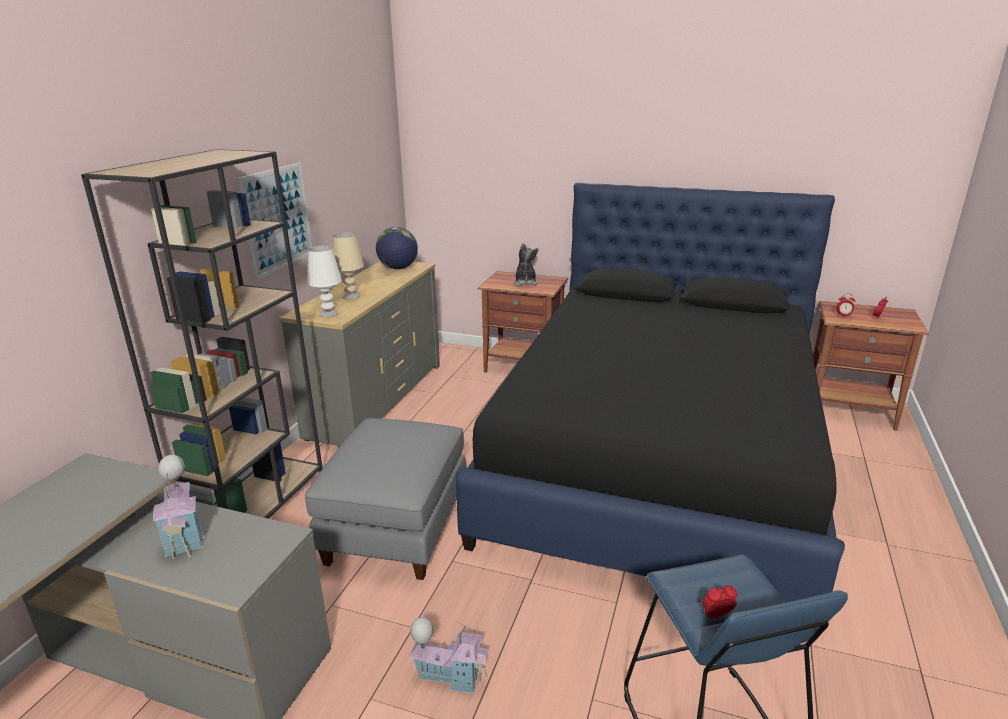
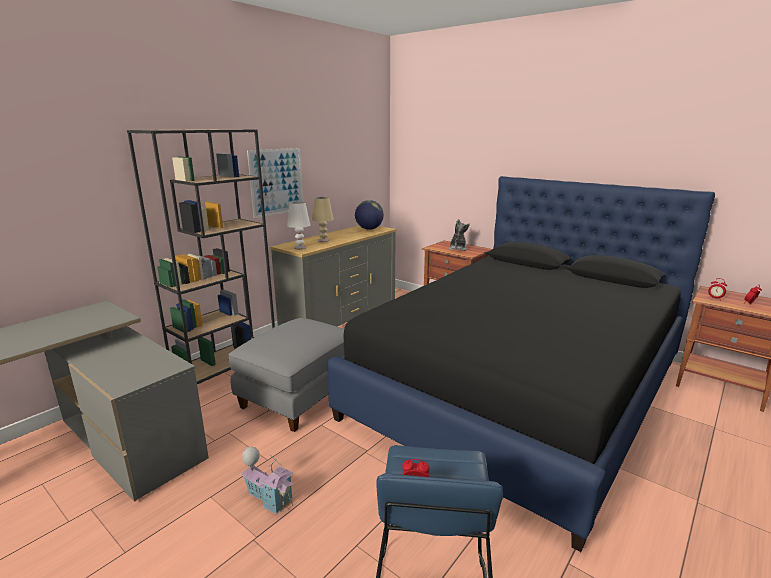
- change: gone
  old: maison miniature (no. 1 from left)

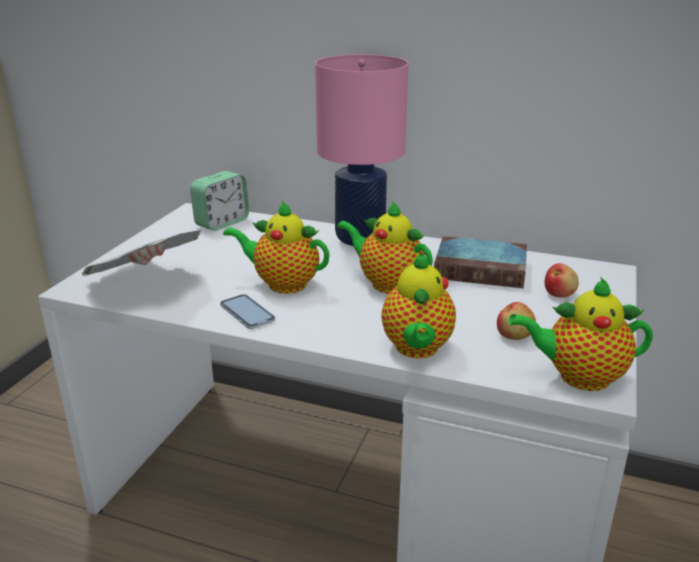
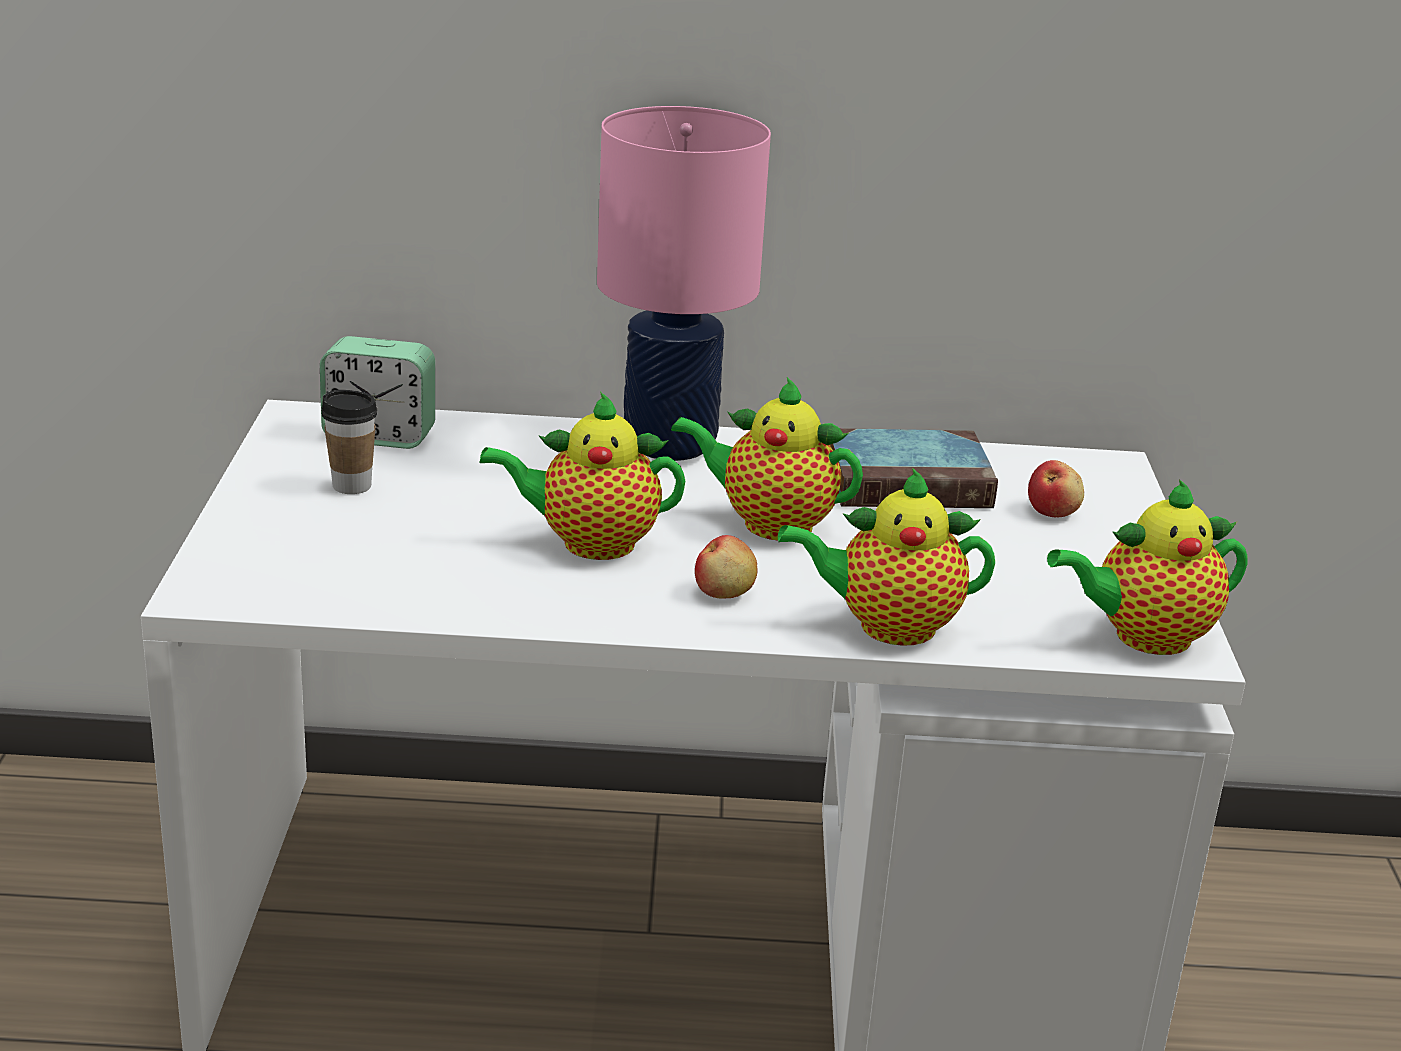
- change: gone
  old: journal
- change: rotated
  old: réveil
  degrees: 75
- change: gone
  old: téléphone
- change: rotated
  old: théière (no. 3 from left)
  degrees: 105
- change: shifted
  old: pomme (no. 1 from left)
- change: new
  new: tasse

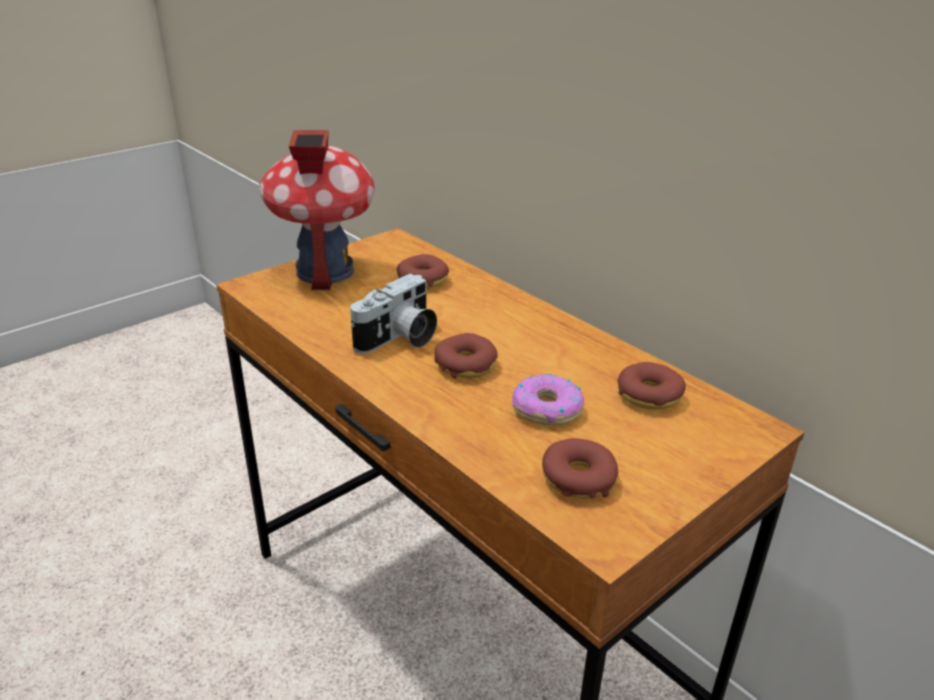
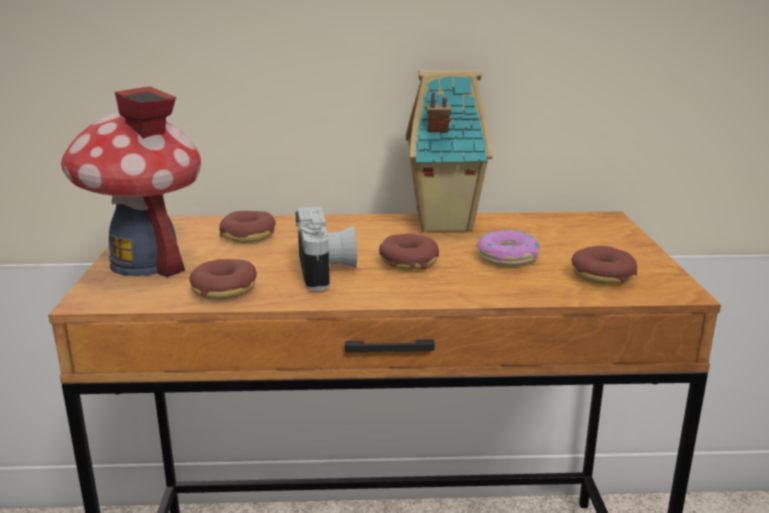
- change: shifted
  old: beignet (no. 5 from left in the first image)
  new: beignet (no. 1 from left)
- change: new
  new: maison miniature (no. 2 from left)

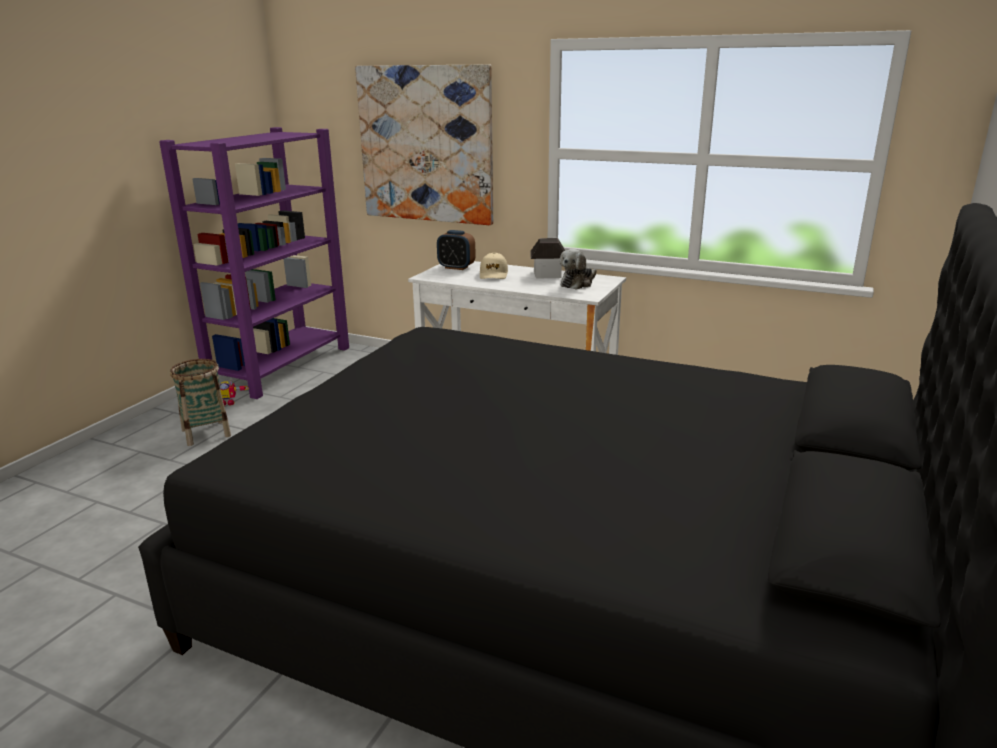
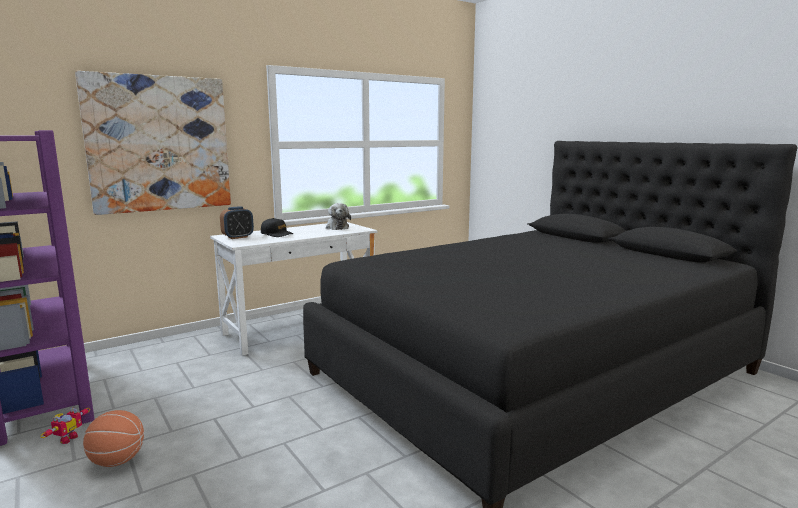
- change: swapped
  old: panier
  new: ballon de basket
- change: repainted
  old: casquette [beige]
  new: casquette [noir]
- change: gone
  old: maison miniature

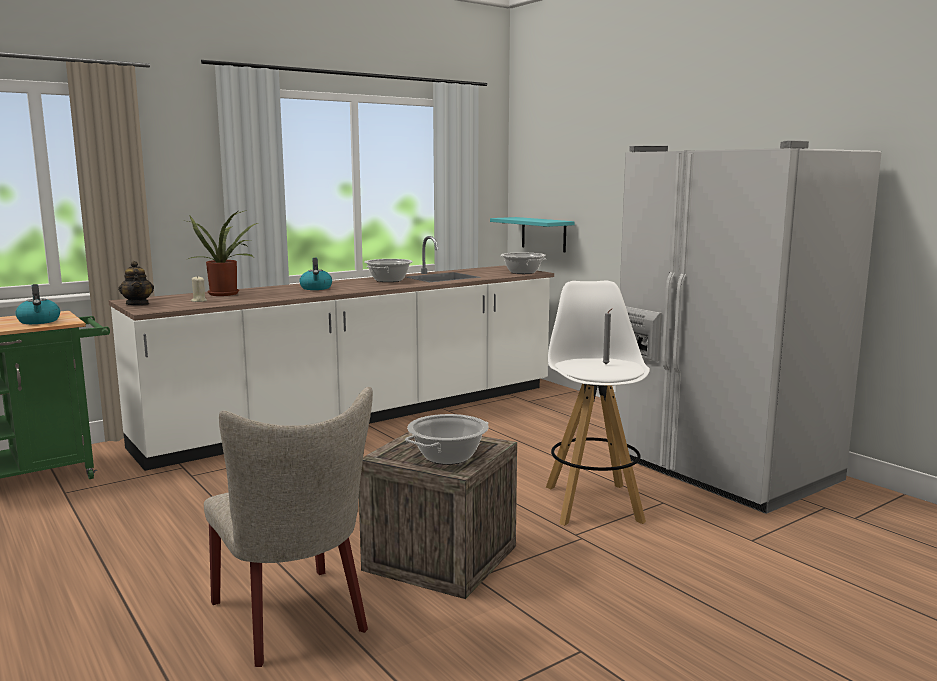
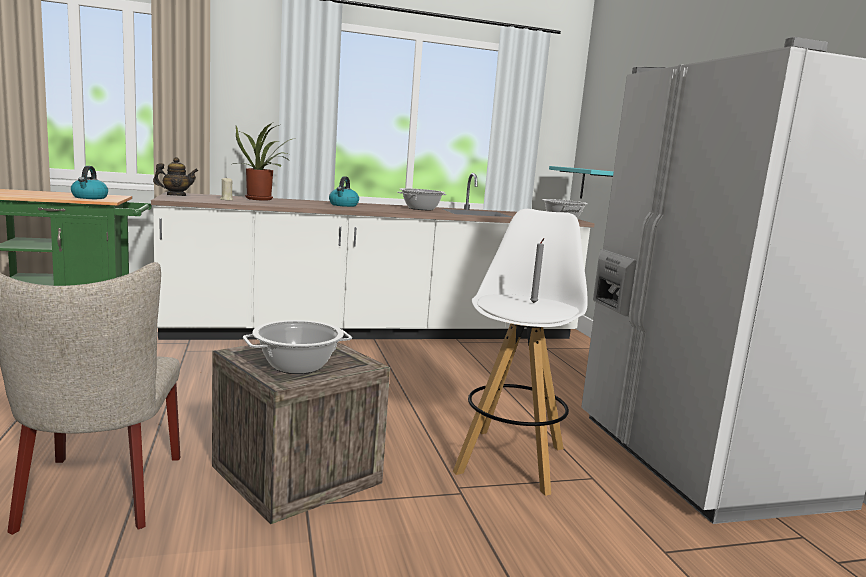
- change: rotated
  old: théière
  degrees: -105

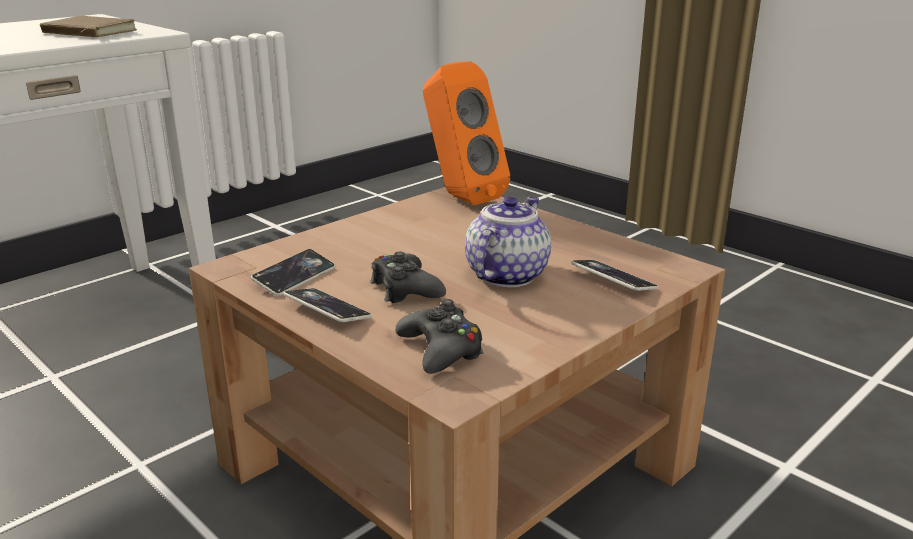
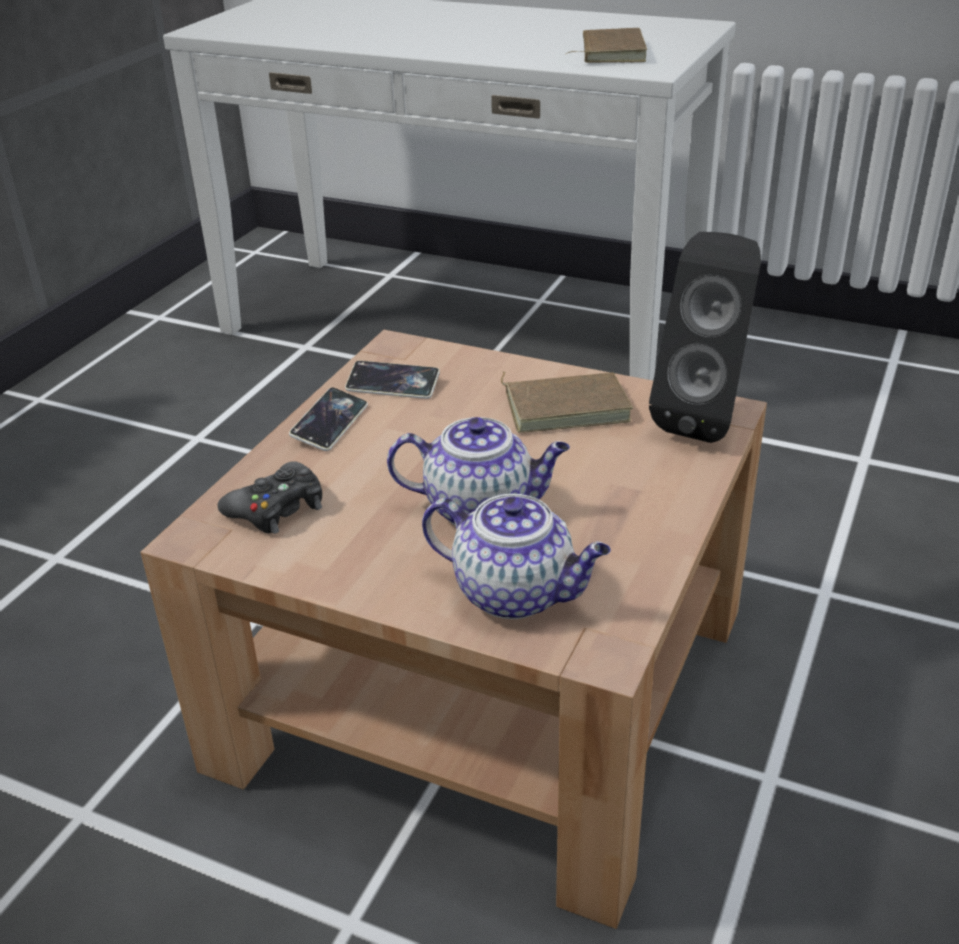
- change: gone
  old: manette [noir] (no. 1 from left)
- change: repainted
  old: enceinte [orange]
  new: enceinte [noir]
- change: swapped
  old: téléphone (no. 3 from left)
  new: théière (no. 2 from left)
- change: new
  new: livre [marron] (no. 1 from left)

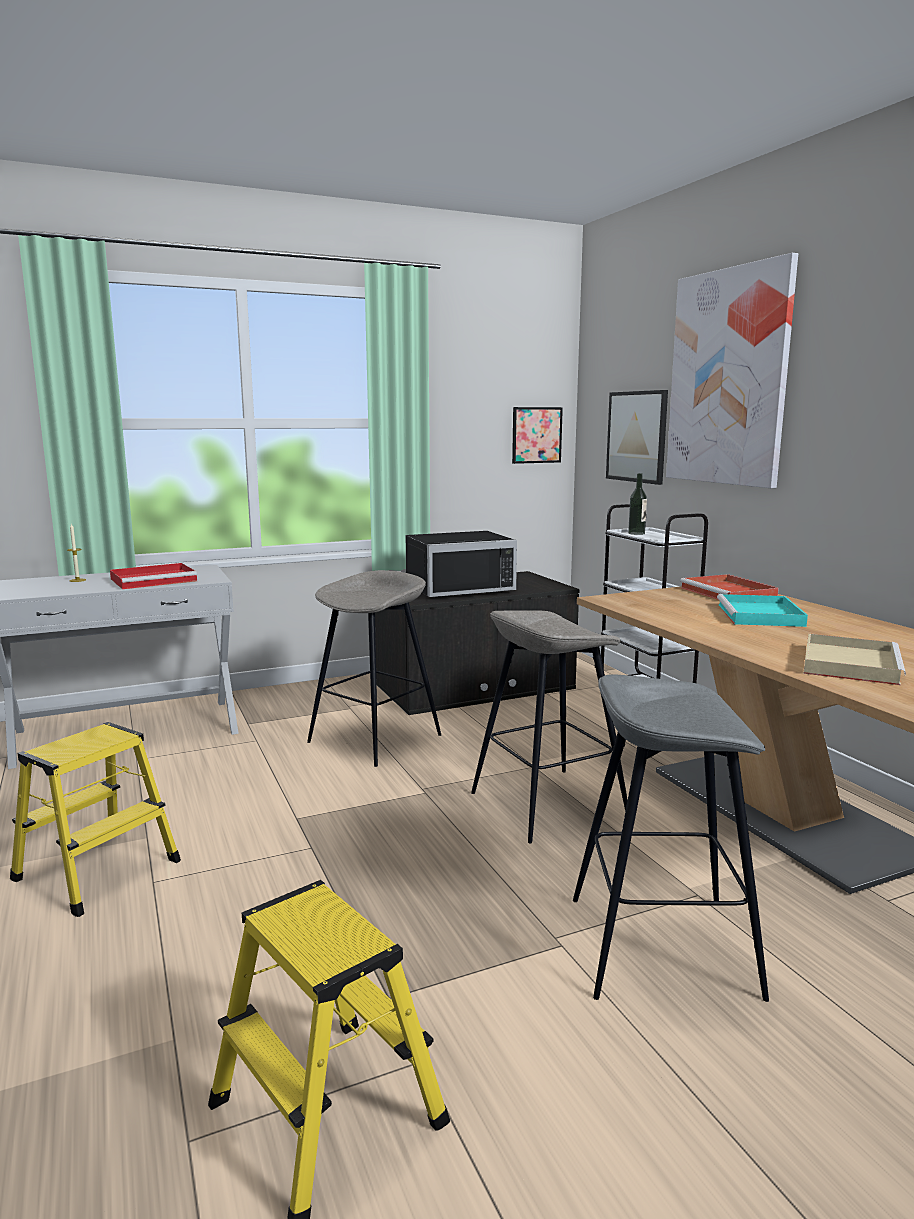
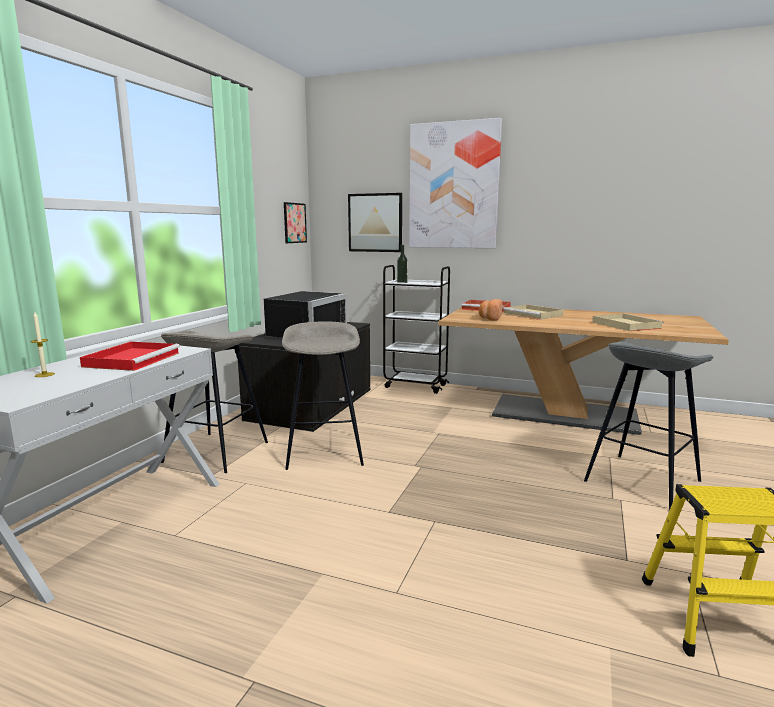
- change: gone
  old: escabeau [jaune] (no. 1 from left)
- change: shifted
  old: tabouret [gris] (no. 2 from left in the first image)
  new: tabouret [gris] (no. 1 from left)
- change: repainted
  old: plateau [turquoise]
  new: plateau [beige] (no. 1 from left)
- change: new
  new: pain

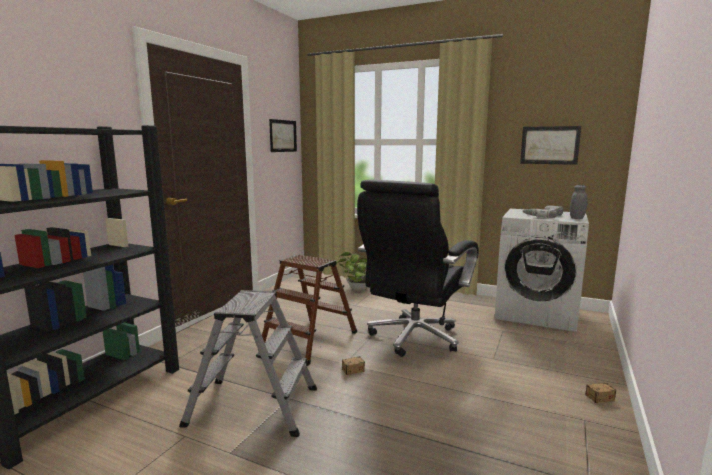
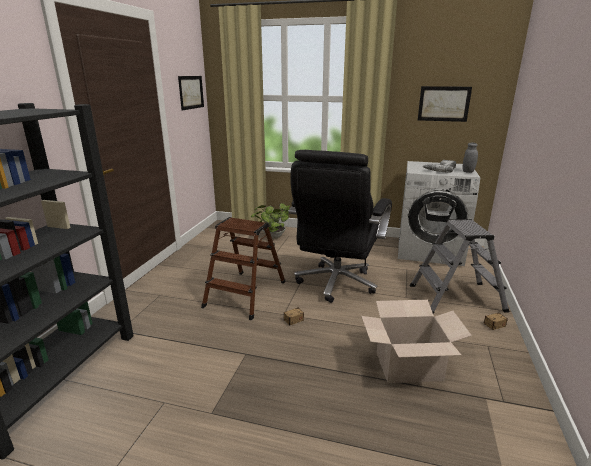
- change: shifted
  old: escabeau [gris]
- change: new
  new: carton

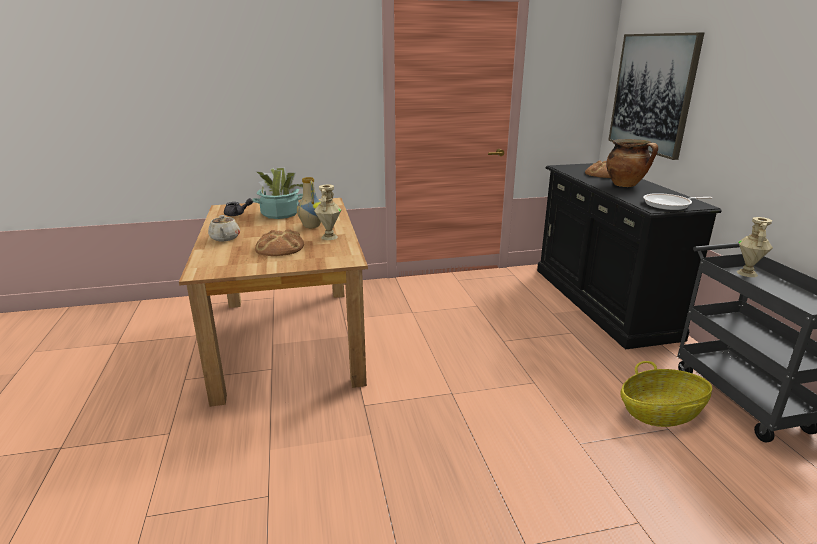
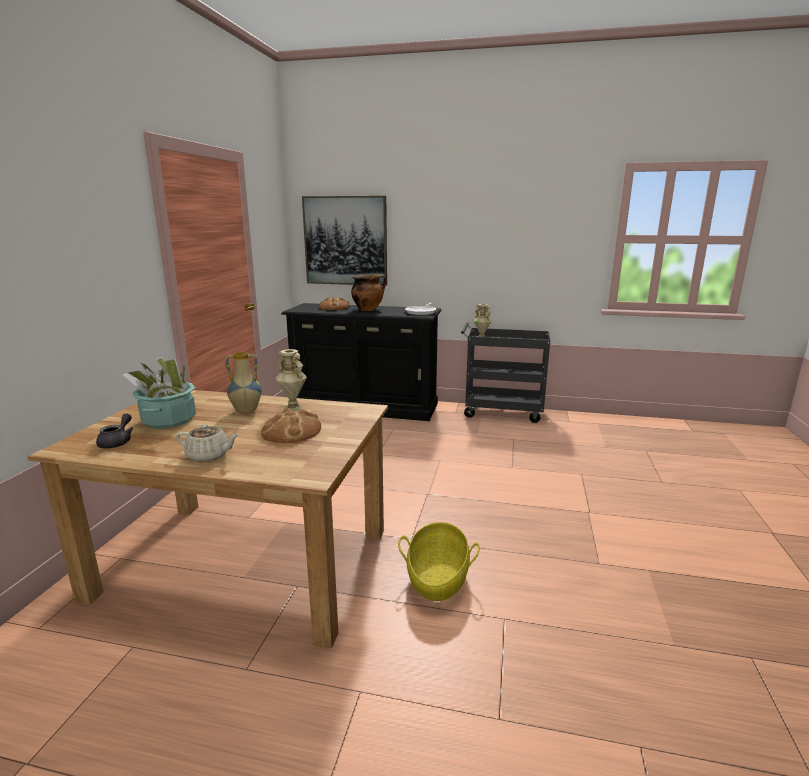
- change: shifted
  old: panier

